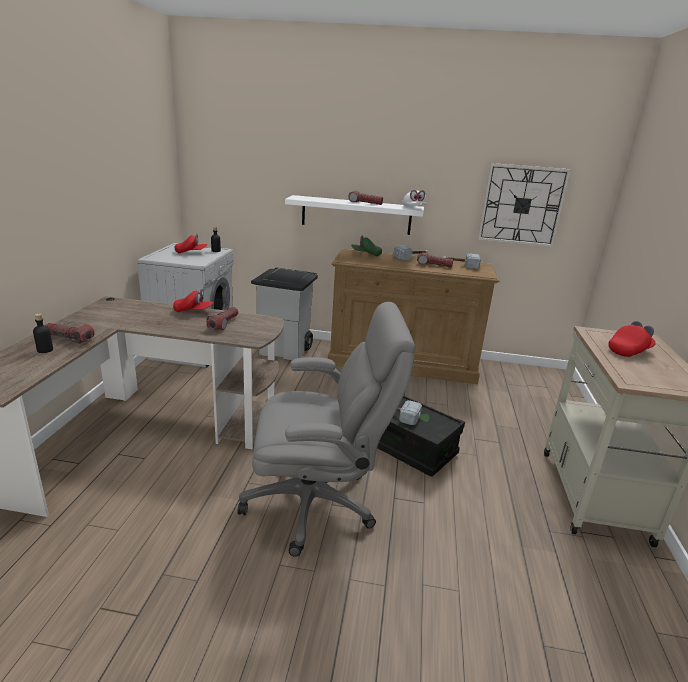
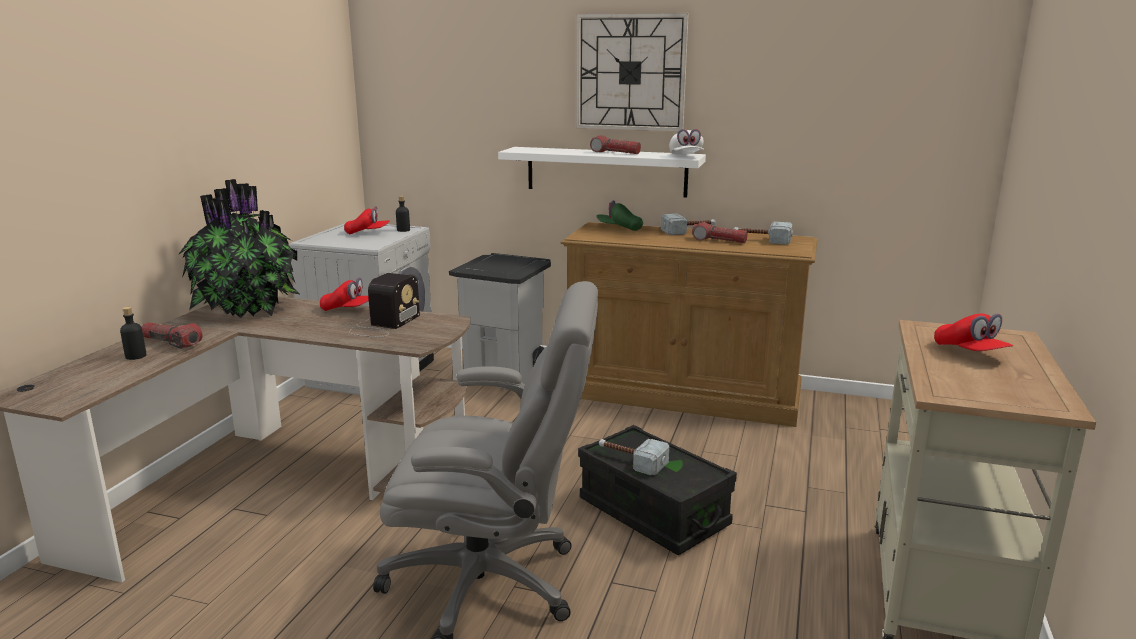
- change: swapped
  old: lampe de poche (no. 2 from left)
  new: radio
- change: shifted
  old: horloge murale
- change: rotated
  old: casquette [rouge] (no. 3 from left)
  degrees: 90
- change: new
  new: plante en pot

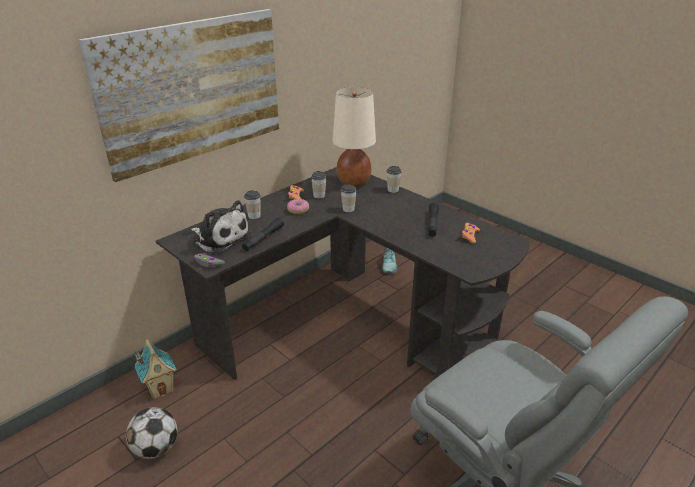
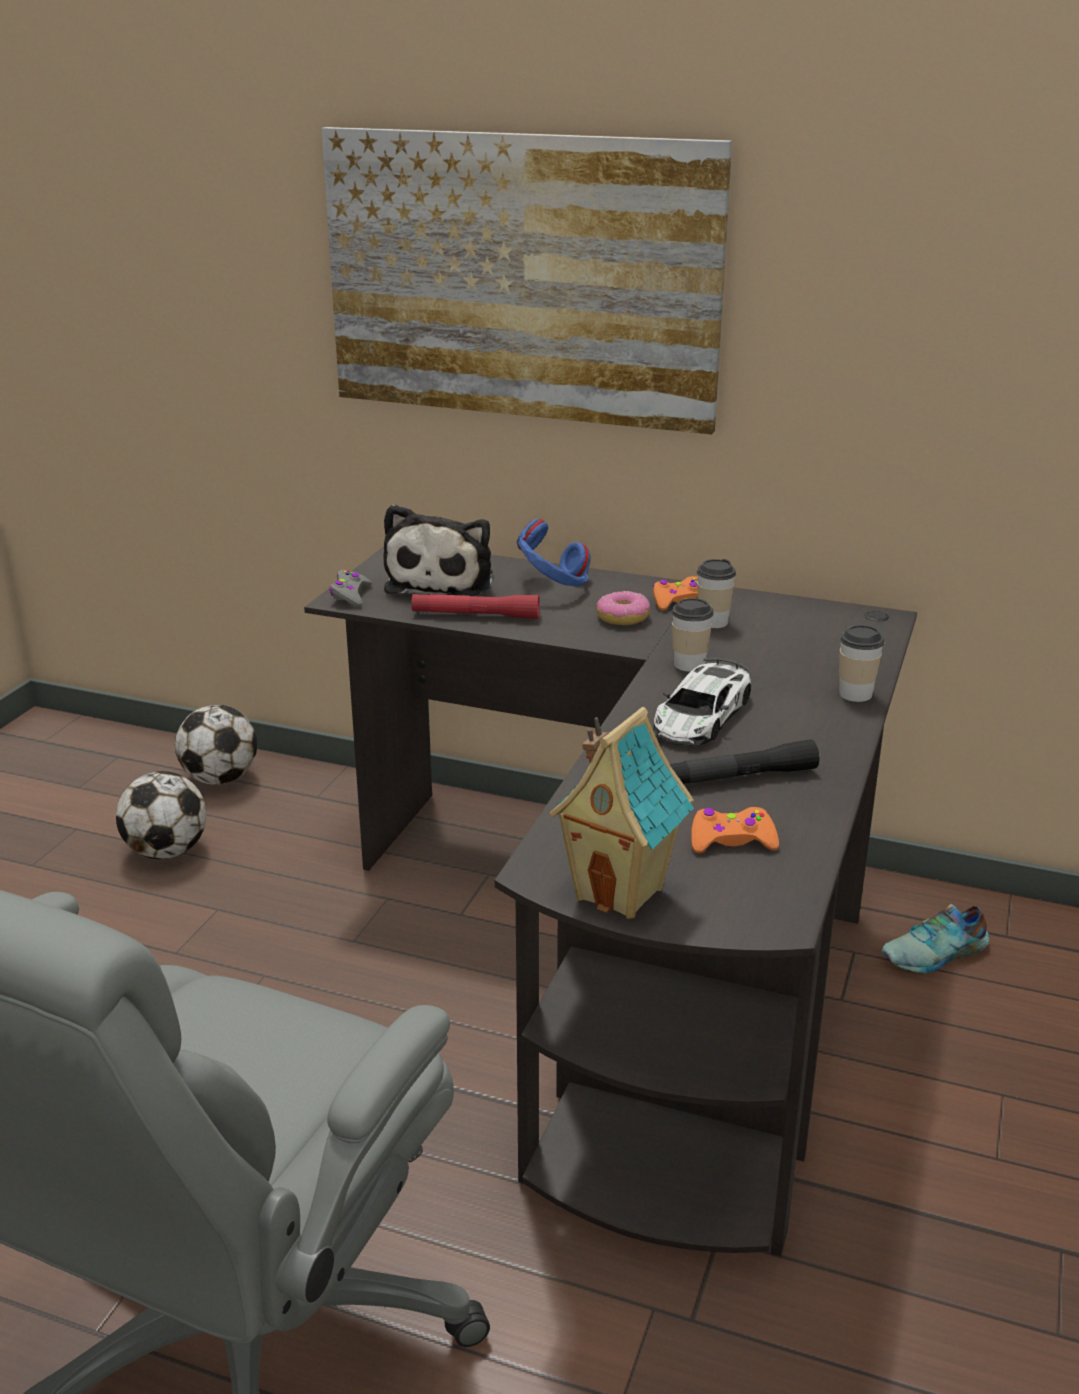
- change: shifted
  old: maison miniature
- change: repainted
  old: lampe de poche [noir] (no. 1 from left)
  new: lampe de poche [rouge]
- change: swapped
  old: tasse (no. 1 from left)
  new: casque audio [bleu]
- change: gone
  old: lampe de table [beige]
- change: new
  new: ballon de foot (no. 2 from left)
- change: new
  new: petite voiture

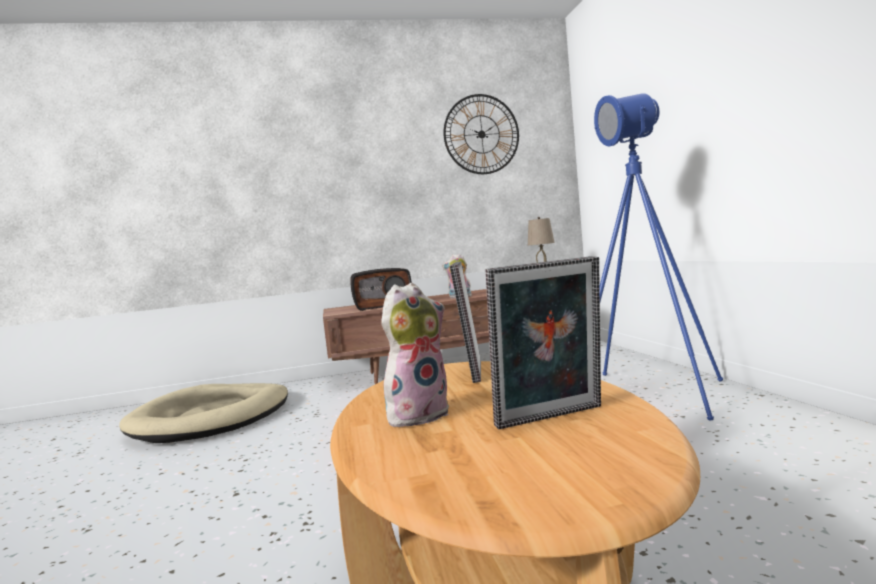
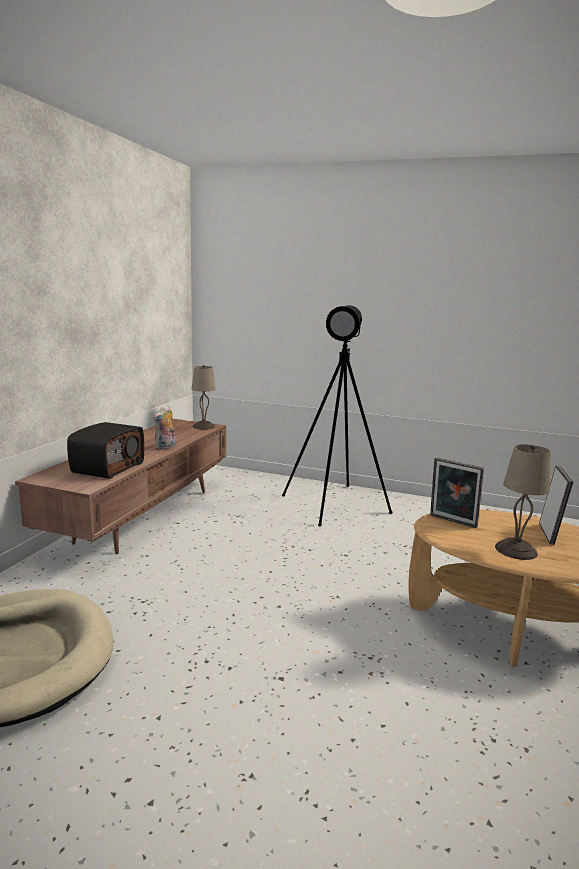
- change: swapped
  old: peluche (no. 1 from left)
  new: lampe de table [beige] (no. 2 from left)
- change: gone
  old: horloge murale
- change: repainted
  old: lampadaire [bleu]
  new: lampadaire [noir]

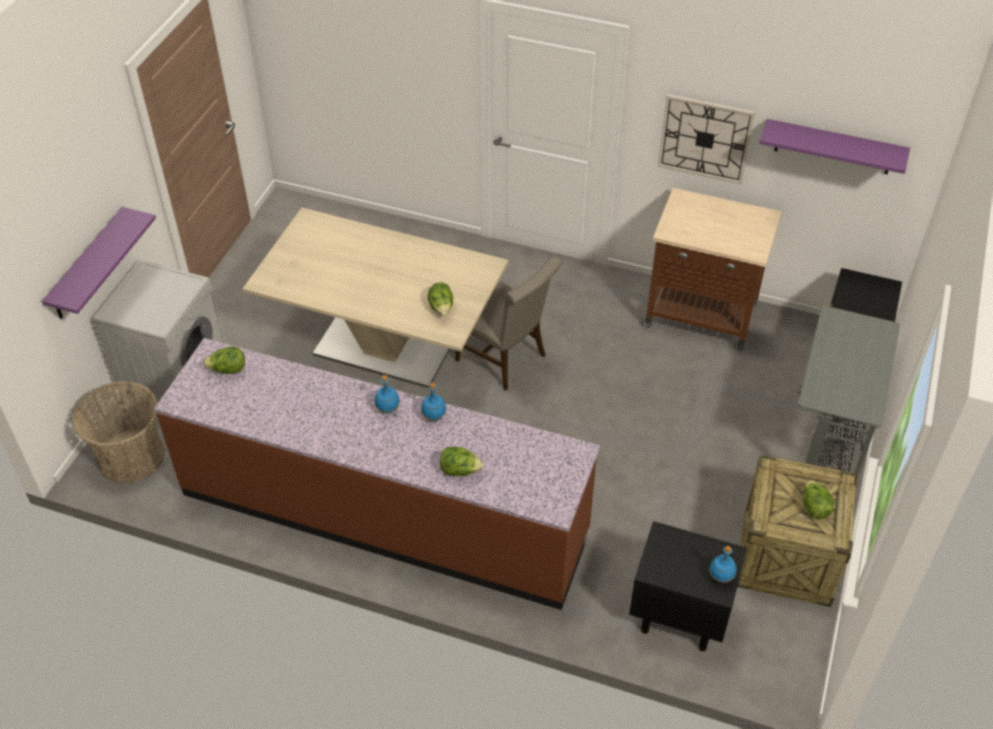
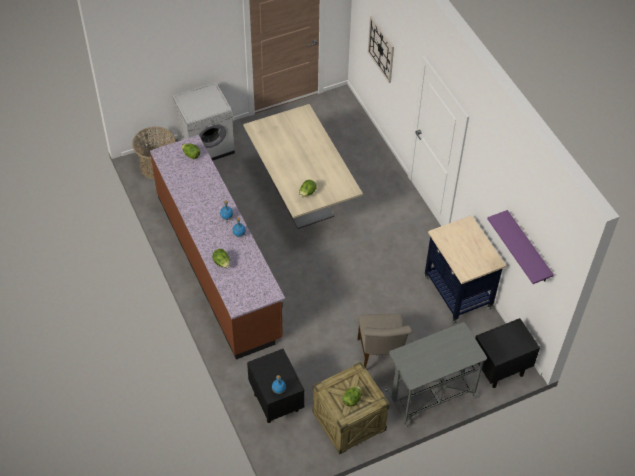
- change: gone
  old: étagère [violet] (no. 1 from left)
- change: shifted
  old: chaise [beige]
- change: repainted
  old: chariot [marron]
  new: chariot [bleu]
- change: shifted
  old: horloge murale

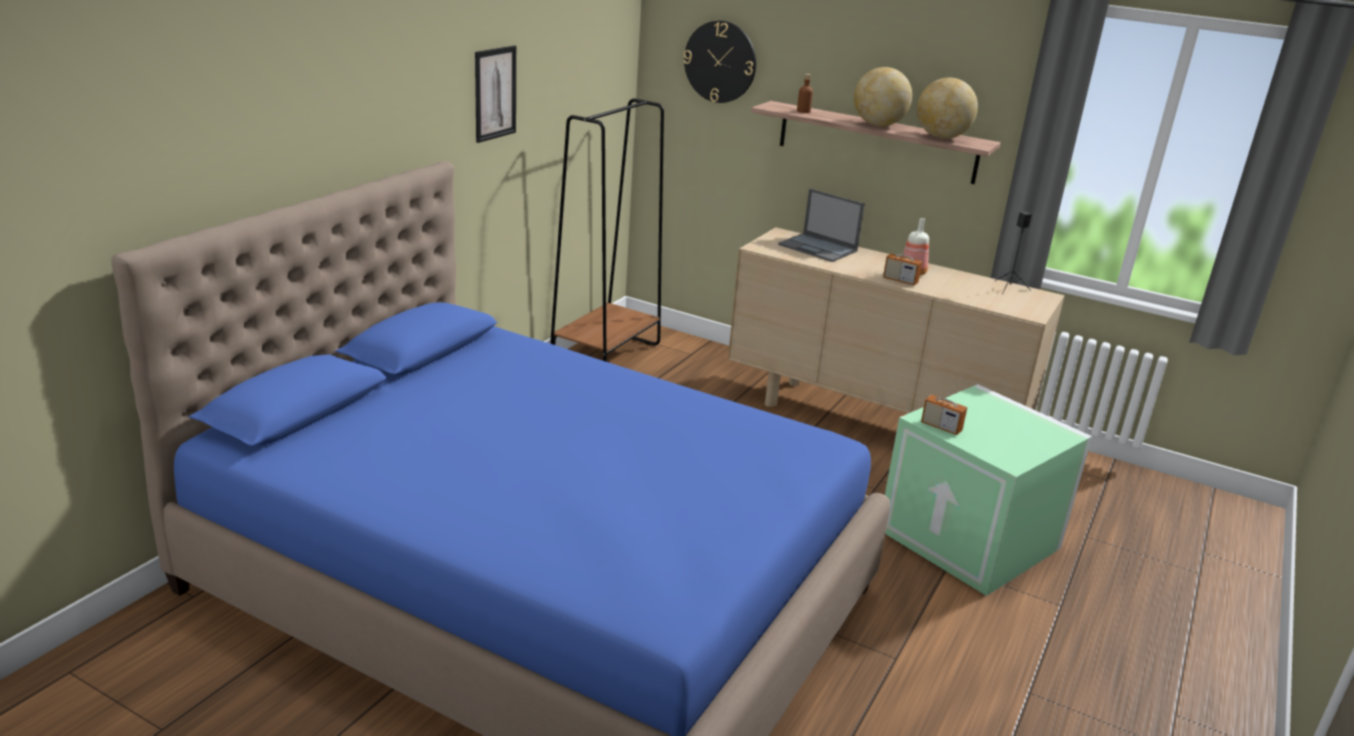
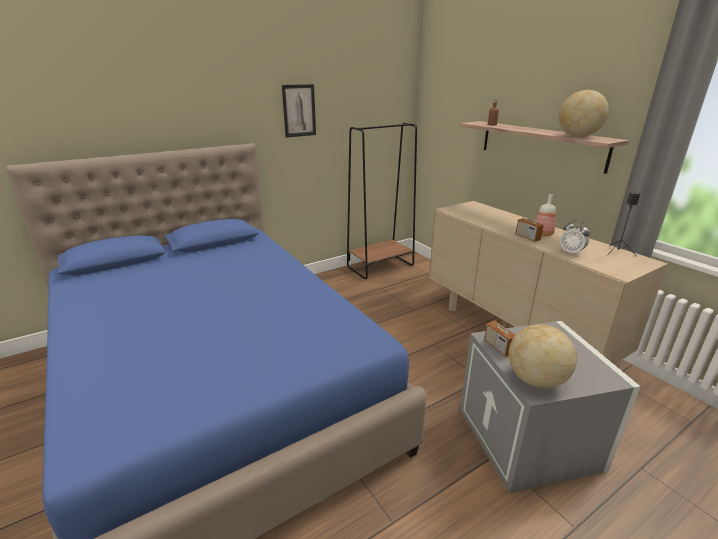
- change: gone
  old: horloge murale
- change: gone
  old: ordinateur portable
- change: shifted
  old: globe (no. 1 from left)
- change: repainted
  old: boîte de rangement [vert]
  new: boîte de rangement [gris]
- change: new
  new: réveil

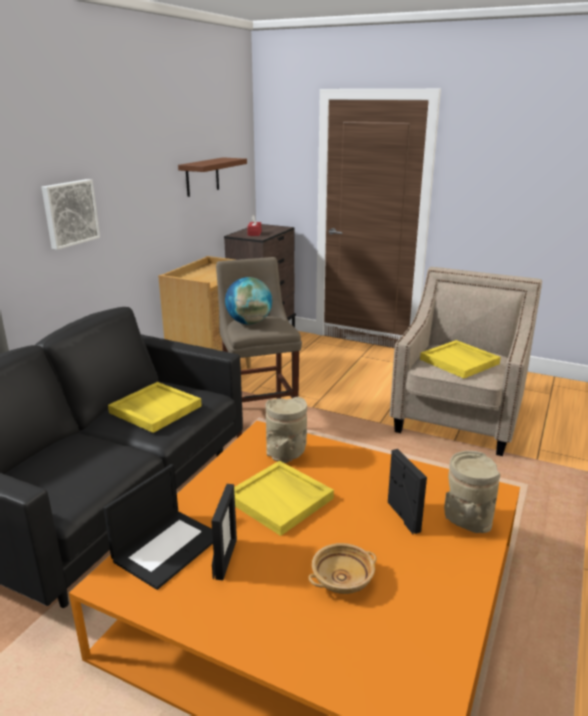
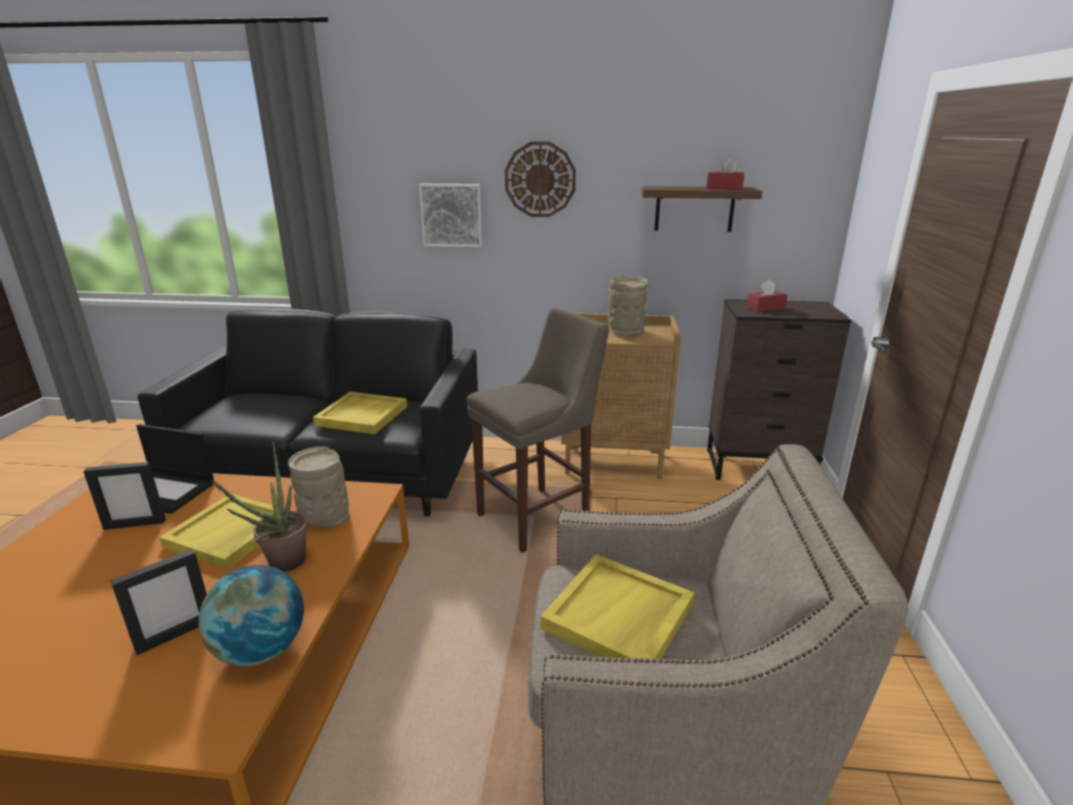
- change: shifted
  old: globe
- change: gone
  old: bol [beige]
- change: shifted
  old: vase [beige] (no. 2 from left)
- change: new
  new: plante en pot
- change: new
  new: horloge murale
- change: new
  new: boîte à mouchoirs [rouge] (no. 1 from left)

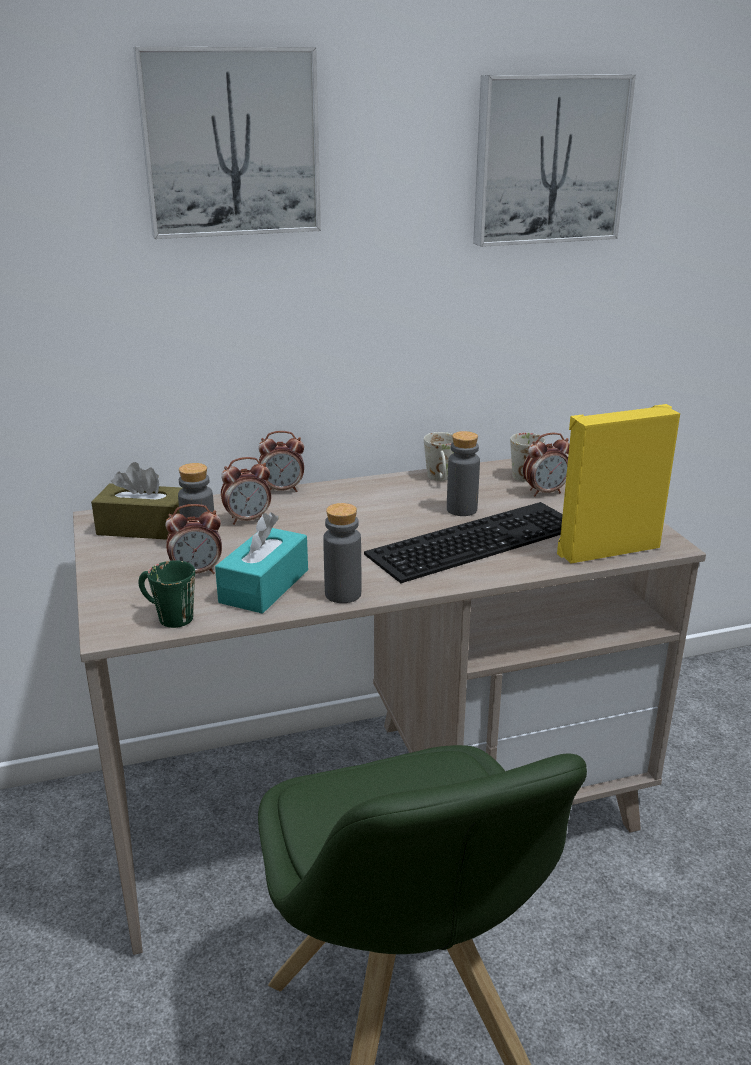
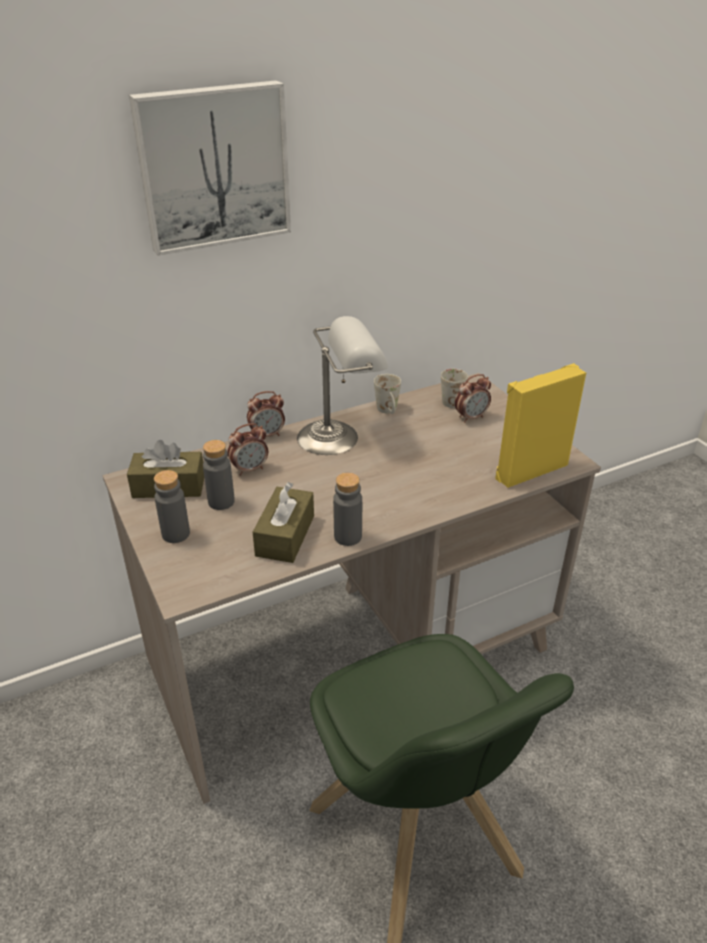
- change: gone
  old: mug [vert]
- change: gone
  old: réveil (no. 1 from left)
- change: repainted
  old: boîte à mouchoirs [turquoise]
  new: boîte à mouchoirs [marron] (no. 2 from left)
- change: gone
  old: clavier
- change: shifted
  old: bouteille [gris] (no. 3 from left in the first image)
  new: bouteille [gris] (no. 1 from left)
- change: gone
  old: tableau (no. 2 from left)
- change: new
  new: lampe de table [blanc]

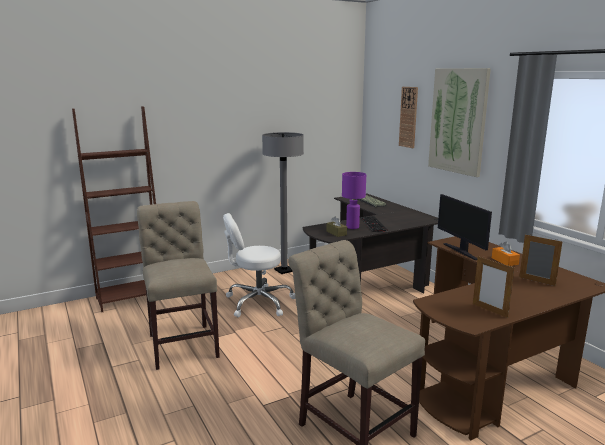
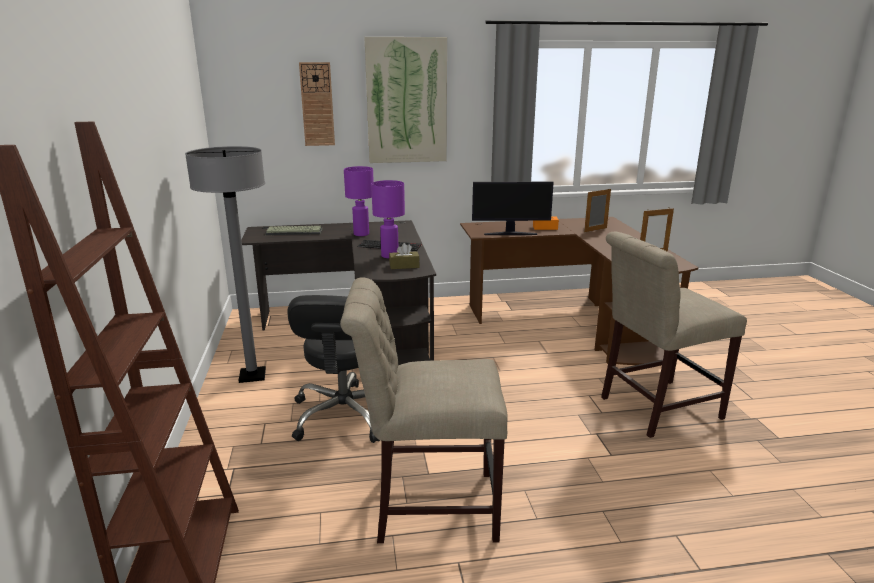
- change: repainted
  old: chaise de bureau [blanc]
  new: chaise de bureau [noir]
- change: new
  new: lampe de table [violet] (no. 1 from left)

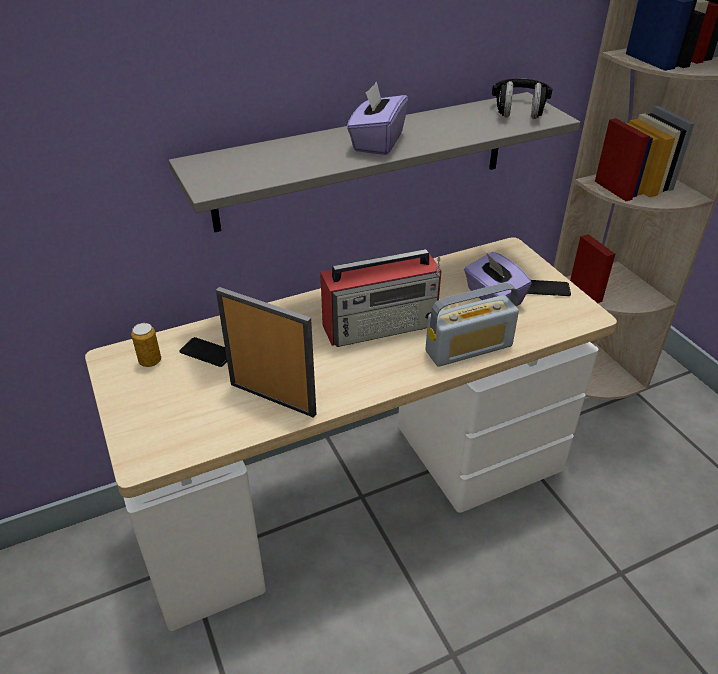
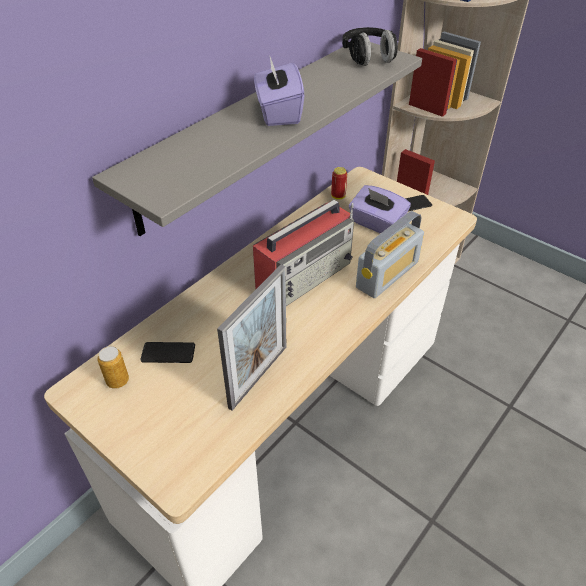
- change: rotated
  old: cadre photo
  degrees: 120
- change: new
  new: boîte métallique (no. 2 from left)

